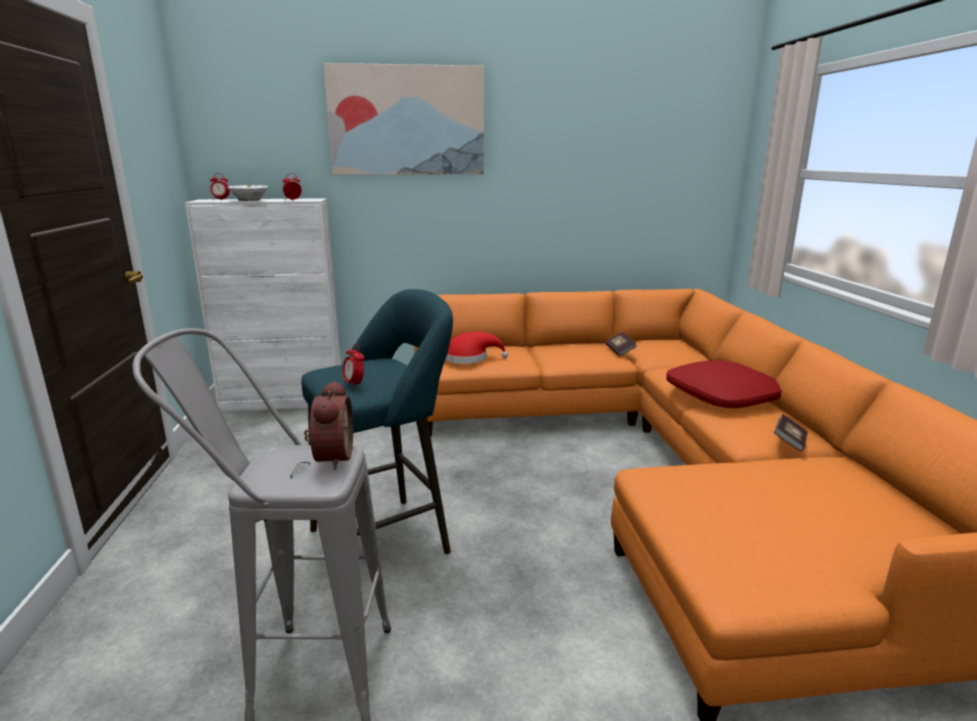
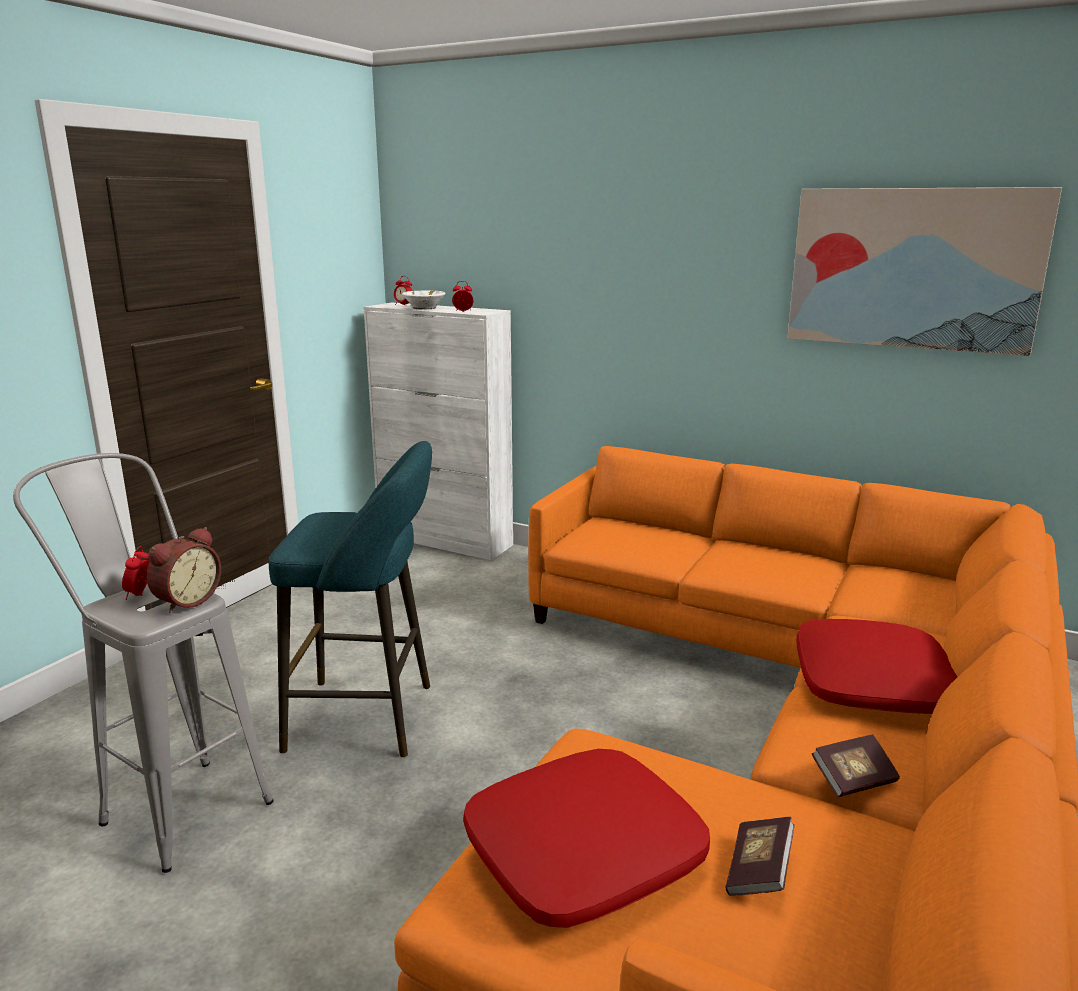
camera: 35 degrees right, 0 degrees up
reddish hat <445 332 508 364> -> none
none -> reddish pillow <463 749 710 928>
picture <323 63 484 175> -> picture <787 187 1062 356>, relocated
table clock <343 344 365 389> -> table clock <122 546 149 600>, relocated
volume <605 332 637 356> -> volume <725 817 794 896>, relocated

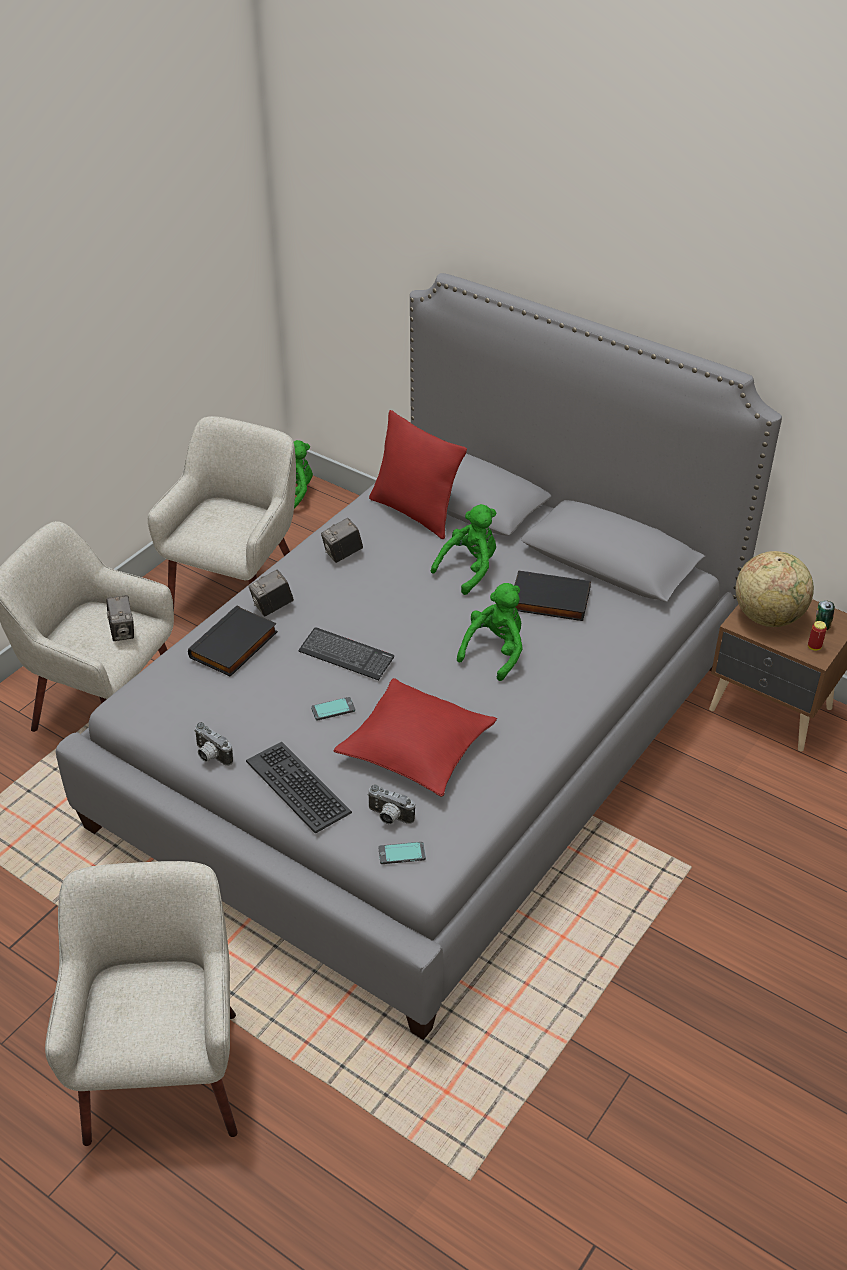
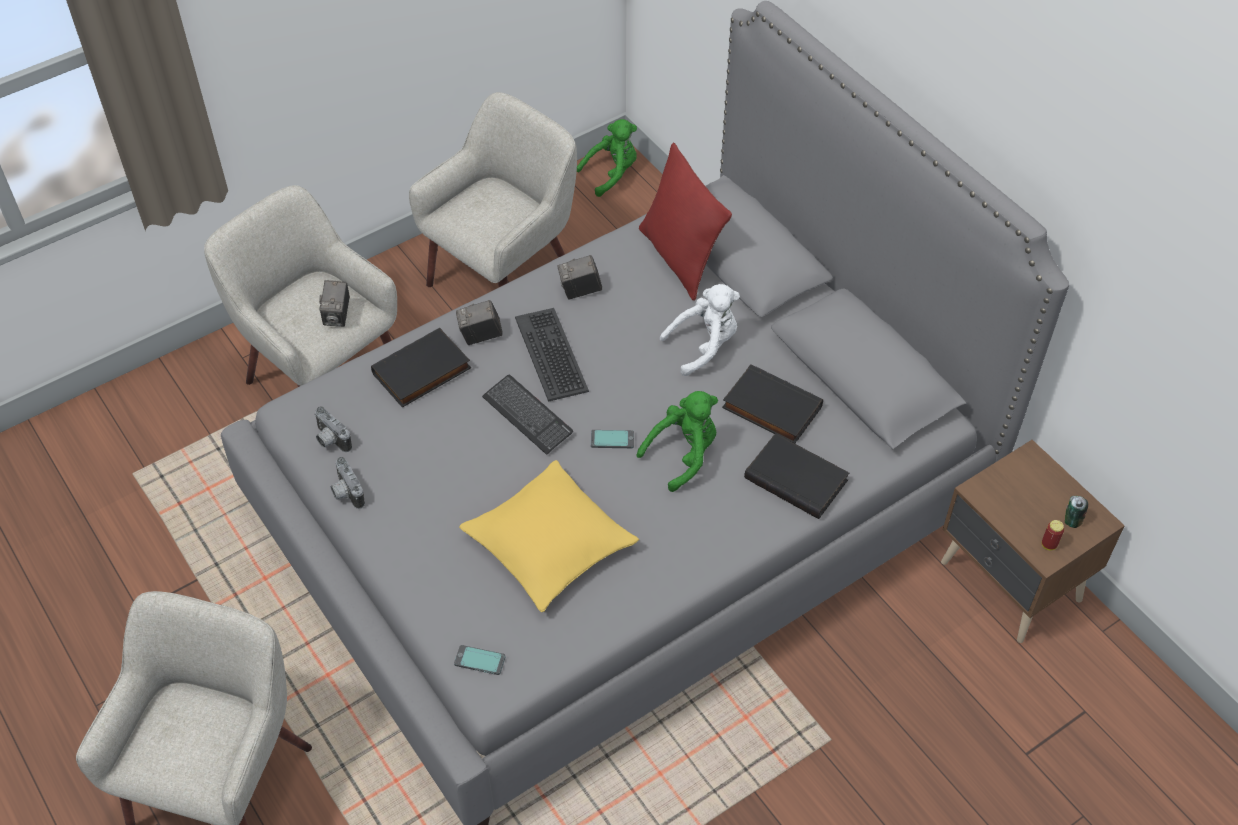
camera: 20 degrees right, 10 degrees up
world globe <736 551 814 627> -> none
none -> black-coloured volume <744 433 849 519>
computer keyboard <246 742 352 834> -> computer keyboard <515 308 589 402>, relocated
handset <311 697 355 721> -> handset <591 430 634 448>, relocated
still camera <367 784 415 824> -> still camera <314 406 352 452>, relocated
reddish pillow <334 678 497 797> -> yellow pillow <459 460 639 612>
greenish plush toy <431 504 496 595> -> white-coloured plush toy <660 284 740 376>

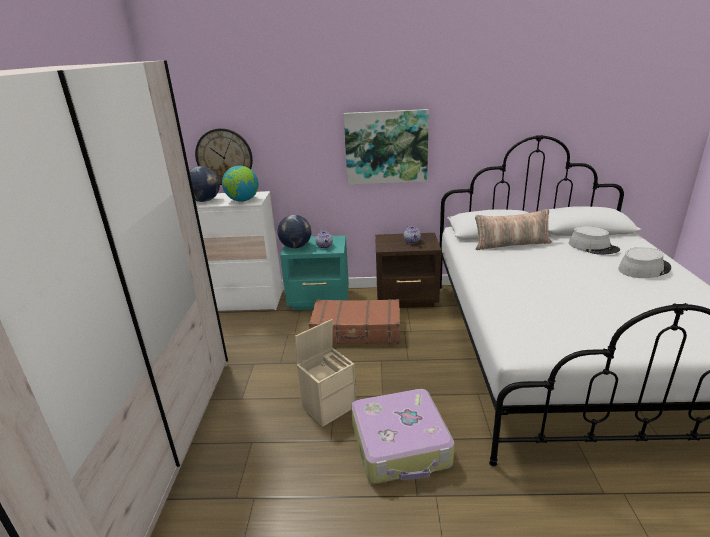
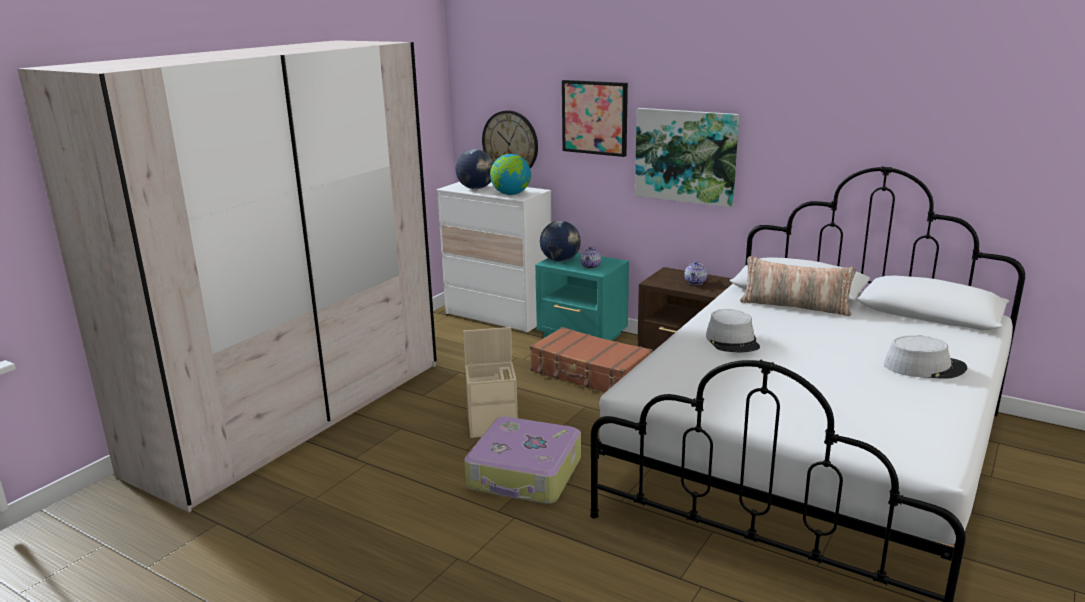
camera: 30 degrees right, 5 degrees down
none -> picture <562 80 628 157>
gray hat <569 226 620 255> -> gray hat <706 309 760 352>, relocated

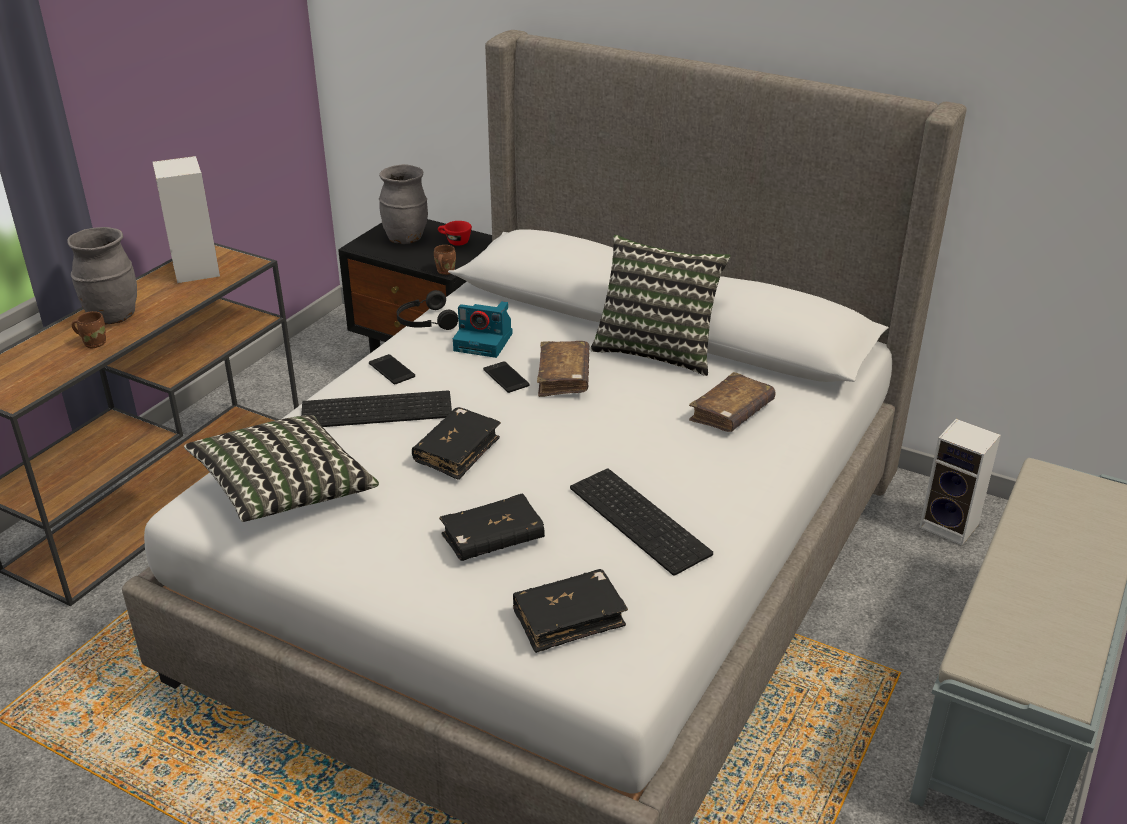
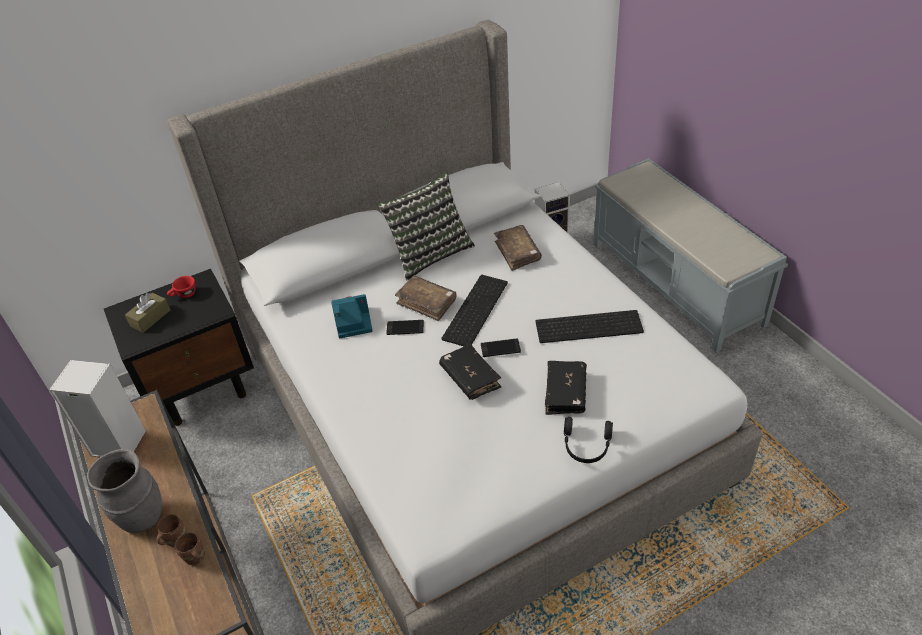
camera: 55 degrees left, 10 degrees up
pillow <184 415 379 522> -> none
black-coloured volume <513 569 628 653> -> none
computer keyboard <301 390 452 427> -> computer keyboard <441 275 508 346>, relocated
handset <369 354 415 384> -> handset <481 339 521 357>, relocated
black-coloured headphones <397 290 458 330> -> black-coloured headphones <564 417 613 463>, relocated
brownish mug <434 245 456 275> -> brownish mug <175 533 205 565>, relocated
gray decorative vase <379 164 428 244> -> brownish tissue holder <125 293 170 333>
still camera <453 301 513 358> -> still camera <331 294 373 338>, 150 degrees counterclockwise

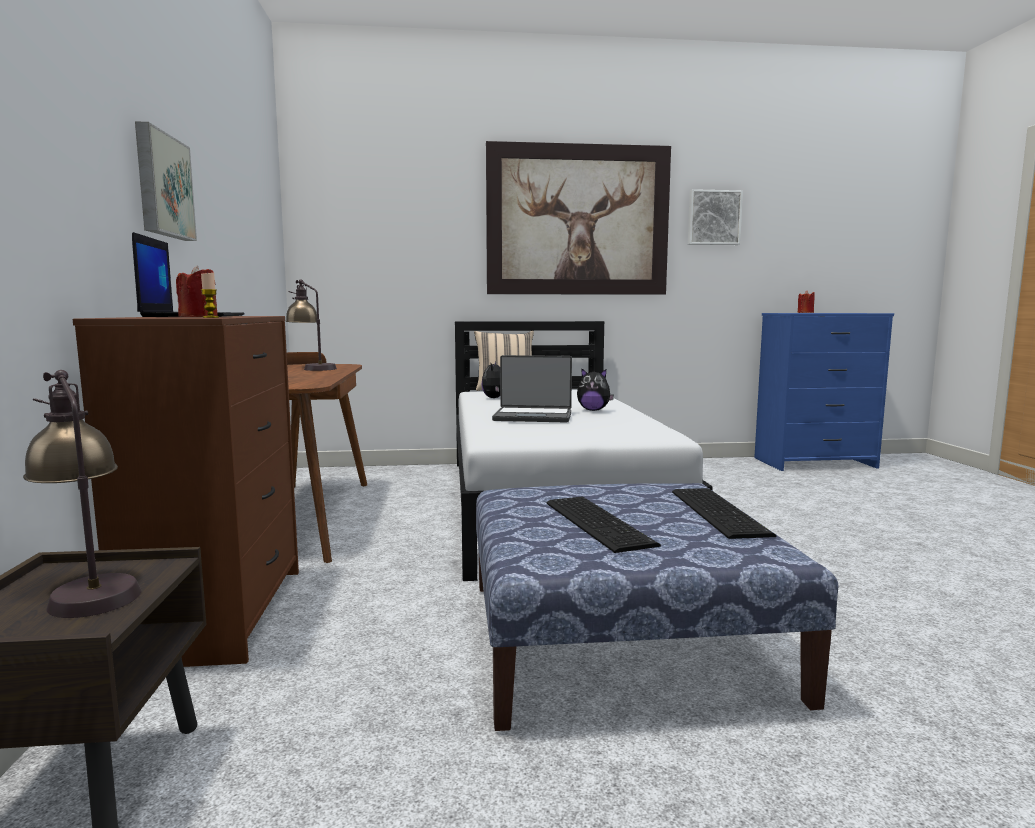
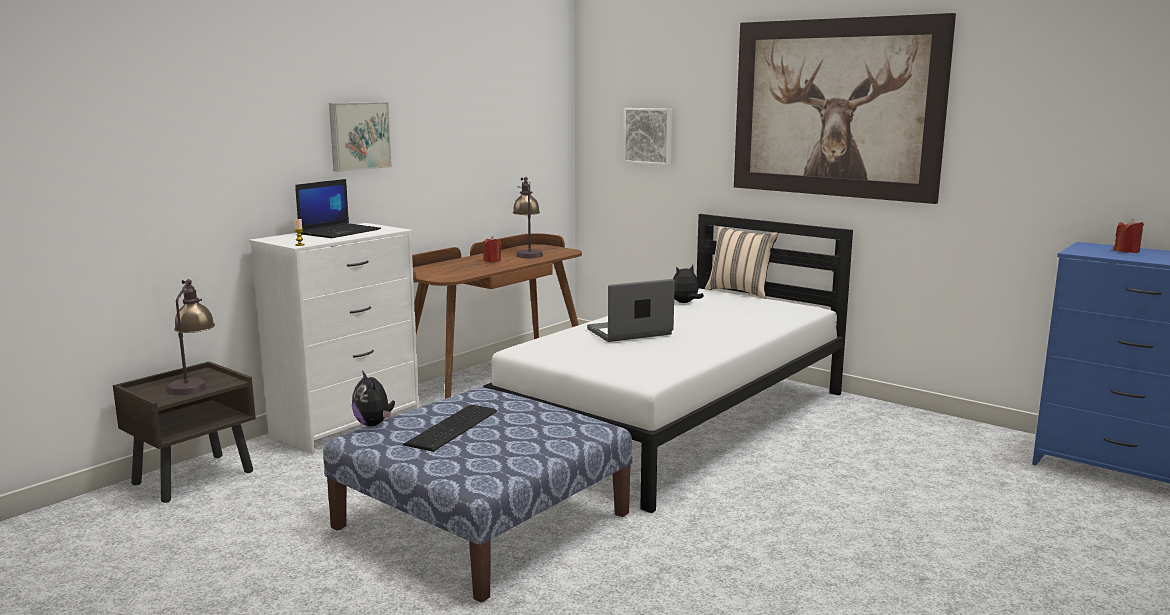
camera: 45 degrees right, 5 degrees up
computer keyboard <672 488 777 539> -> none
reddish wax light <176 266 218 317> -> reddish wax light <483 236 502 262>, relocated
plush toy <577 368 614 411> -> plush toy <352 370 395 426>, relocated
picture <688 189 743 245> -> picture <623 108 672 165>, relocated
brownish drawer chest <73 316 299 667> -> white-coloured drawer chest <249 223 419 454>
portable computer <492 355 572 423> -> portable computer <587 279 675 342>, 105 degrees clockwise

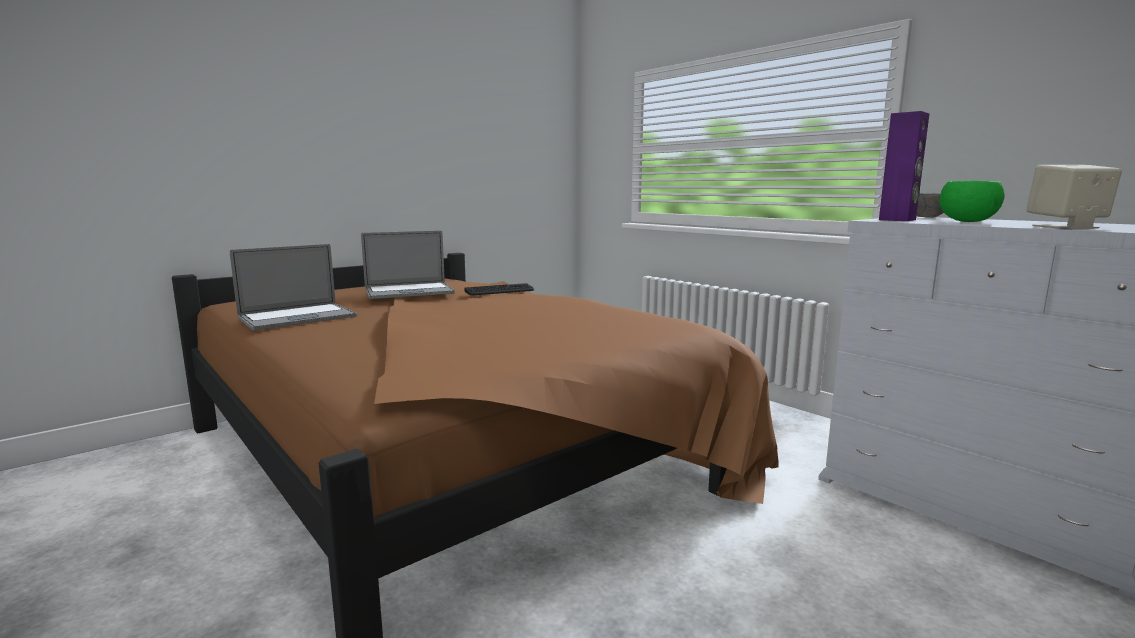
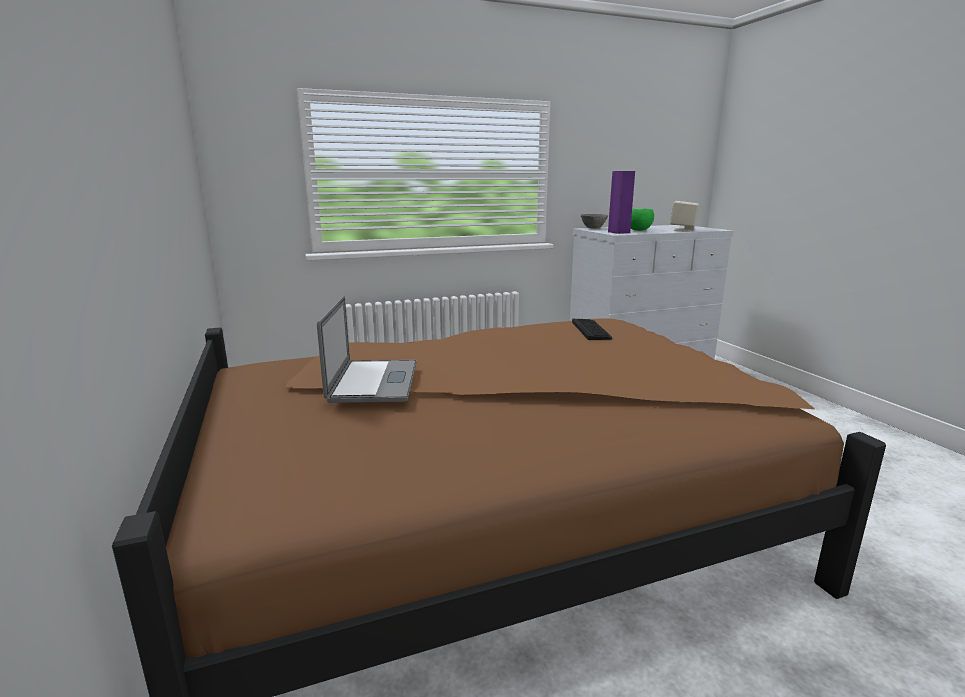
camera: 70 degrees left, 5 degrees up
portable computer <230 244 357 330> -> none
computer keyboard <465 283 534 295> -> computer keyboard <572 319 612 340>, relocated

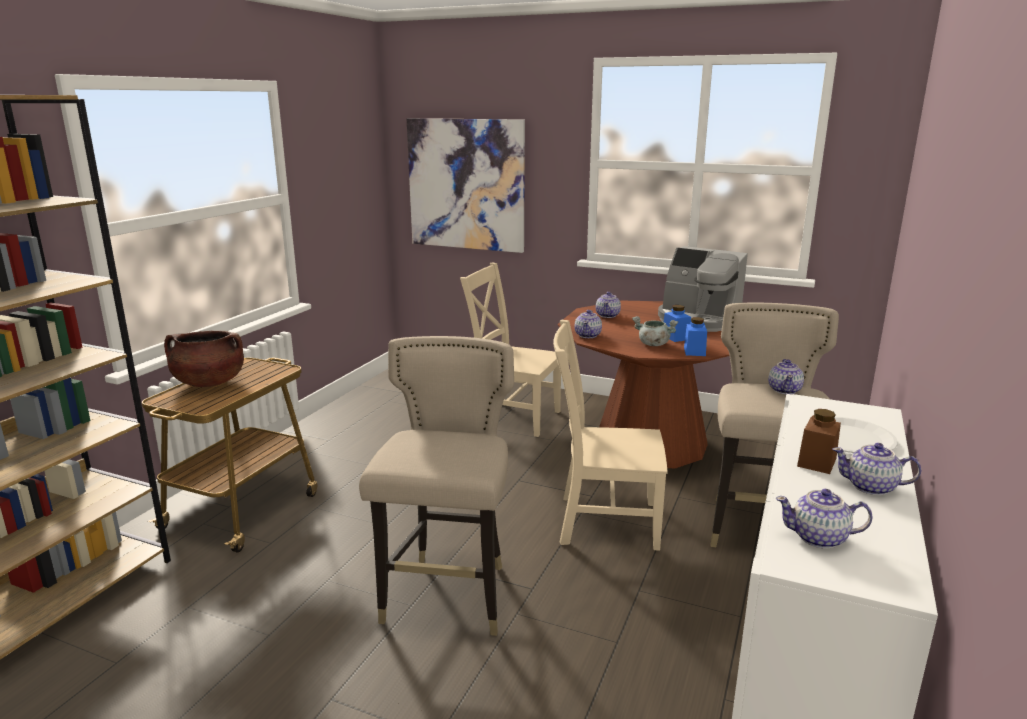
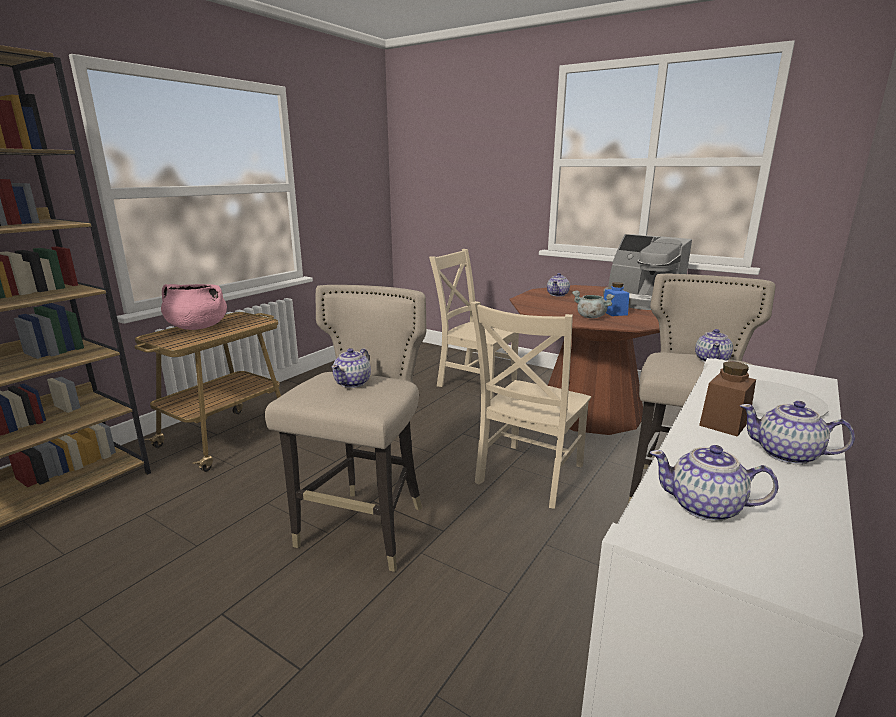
camera: 10 degrees right, 0 degrees up
picture <407 118 525 253> -> none
bluish storage jar <684 317 707 356> -> none
pot for tea <574 310 602 338> -> pot for tea <331 348 371 388>, relocated
brownish saucepot <164 331 244 387> -> pink saucepot <161 284 227 330>
beige plain chair <553 320 667 551> -> beige plain chair <470 301 591 509>, 75 degrees counterclockwise

